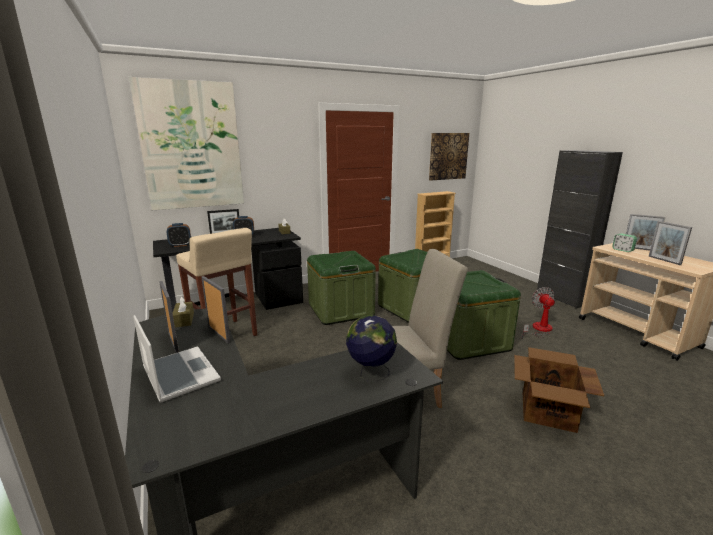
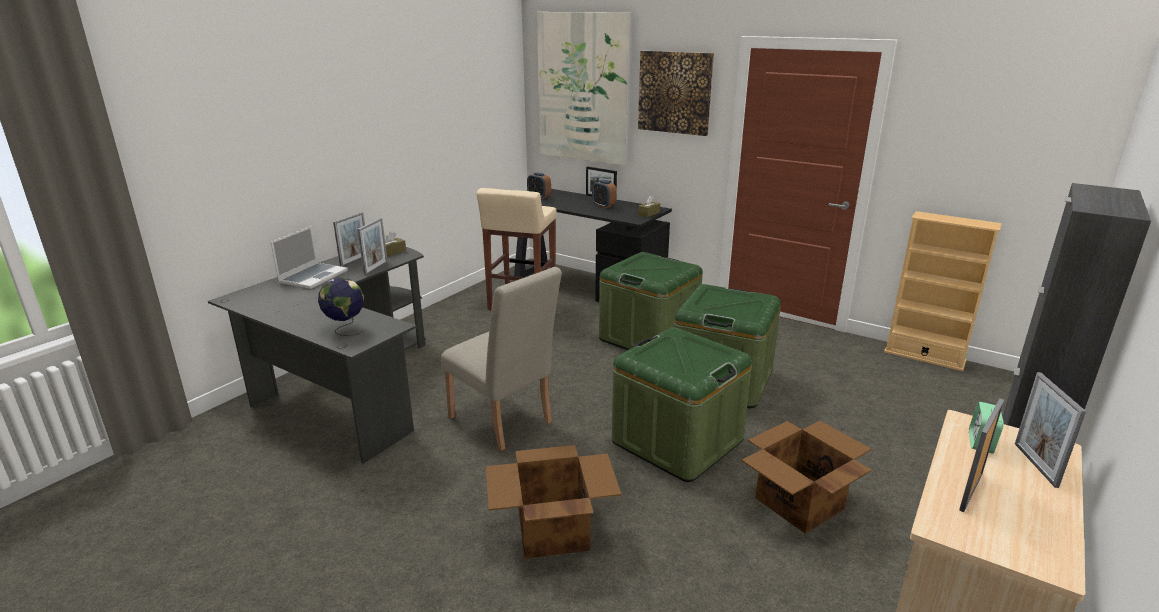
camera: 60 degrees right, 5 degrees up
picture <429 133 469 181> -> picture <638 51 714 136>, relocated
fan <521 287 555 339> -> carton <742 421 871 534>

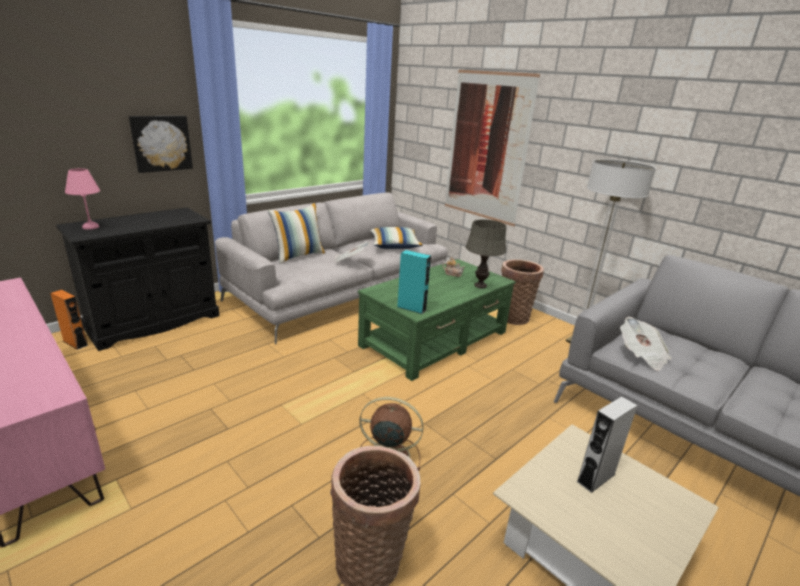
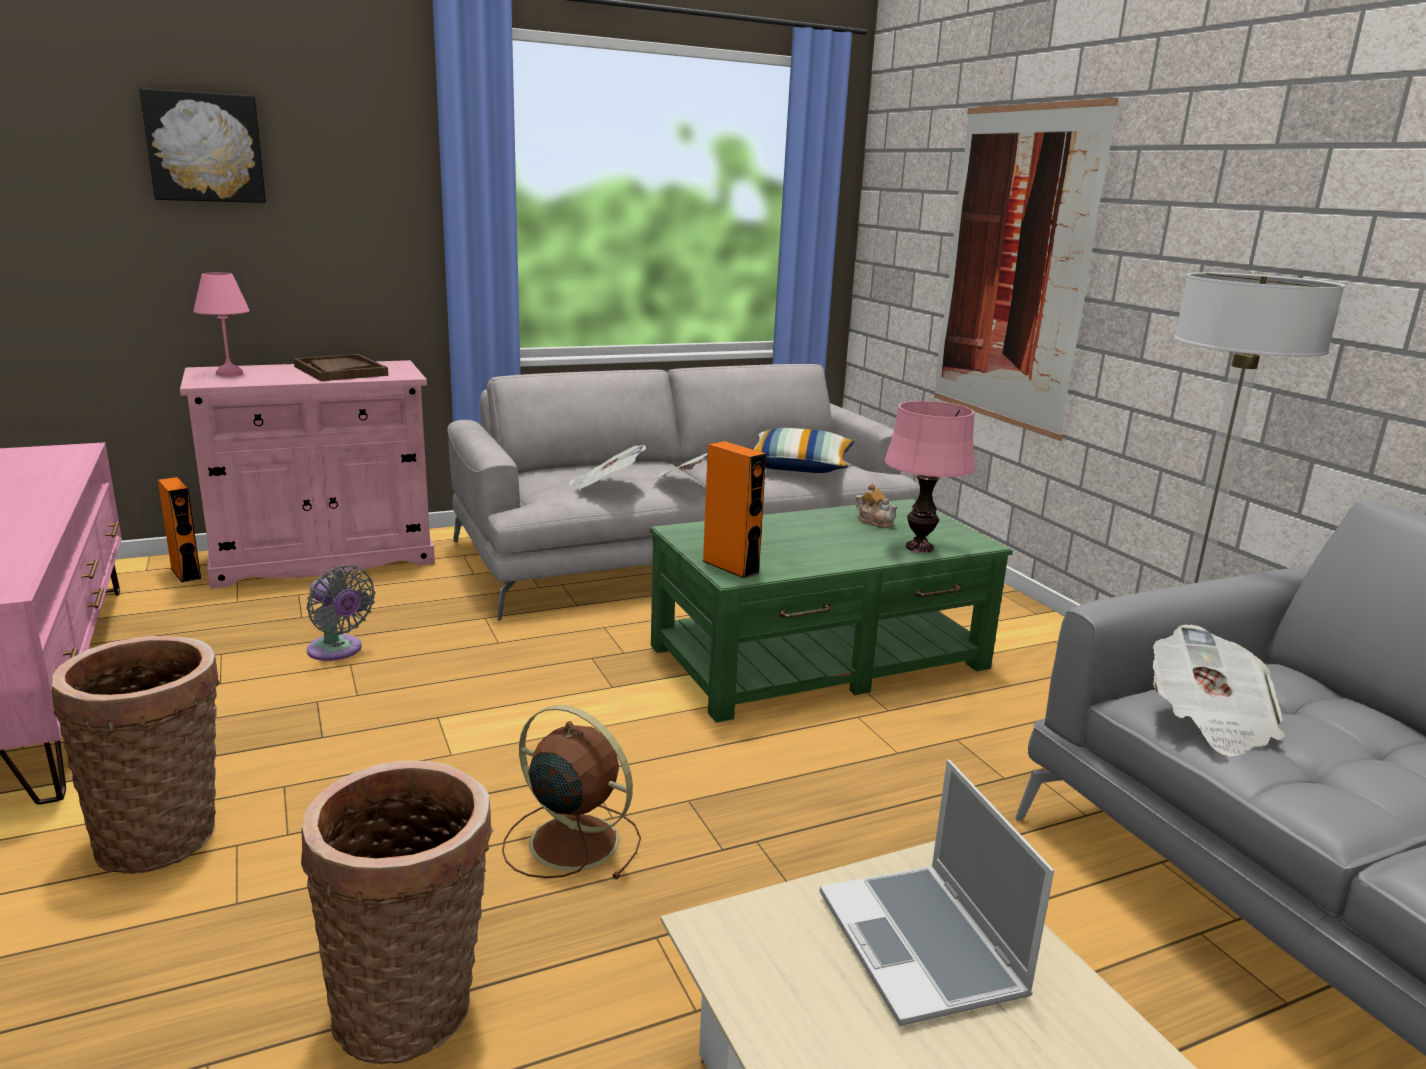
camera: 20 degrees right, 5 degrees down
pillow <268 203 325 264> -> none
none -> brownish serving tray <294 354 388 381>
none -> gray fan <307 565 375 661>
none -> printed paper <569 445 646 491>
picture <129 116 193 173> -> picture <139 88 266 203>, relocated
basket <501 259 544 325> -> basket <52 636 220 874>, relocated
gray speaker <576 396 638 493> -> portable computer <820 760 1054 1026>
black-coloured storage cabinet <56 207 220 351> -> pink storage cabinet <180 360 435 589>
blue-green speaker <397 250 431 314> -> orange speaker <703 441 766 578>
gray table lamp <466 220 507 288> -> pink table lamp <885 401 975 553>

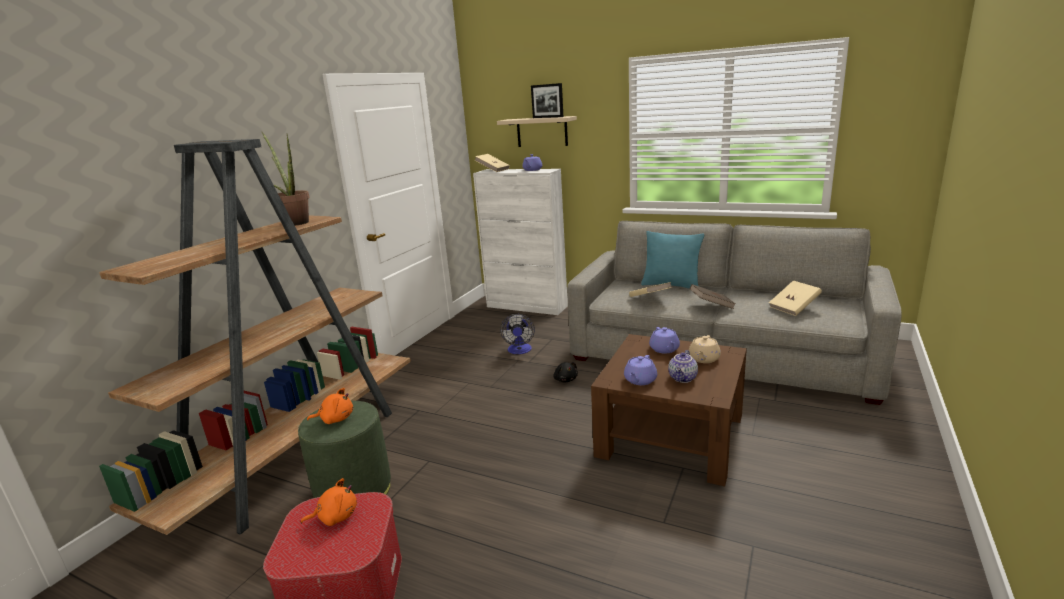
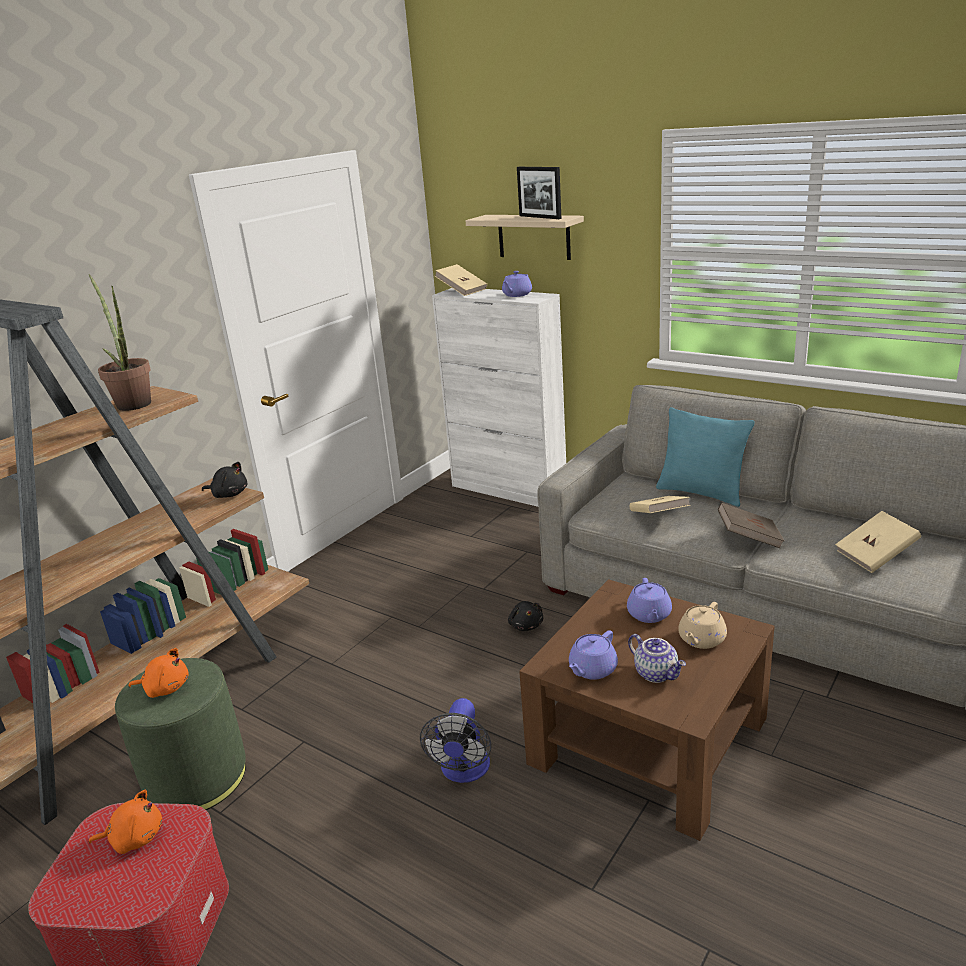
camera: 10 degrees right, 5 degrees up
none -> black-coloured plush toy <202 462 247 498>
fan <500 314 535 354> -> fan <420 698 491 783>, relocated
pot for tea <668 350 698 383> -> pot for tea <628 634 686 683>, 75 degrees counterclockwise

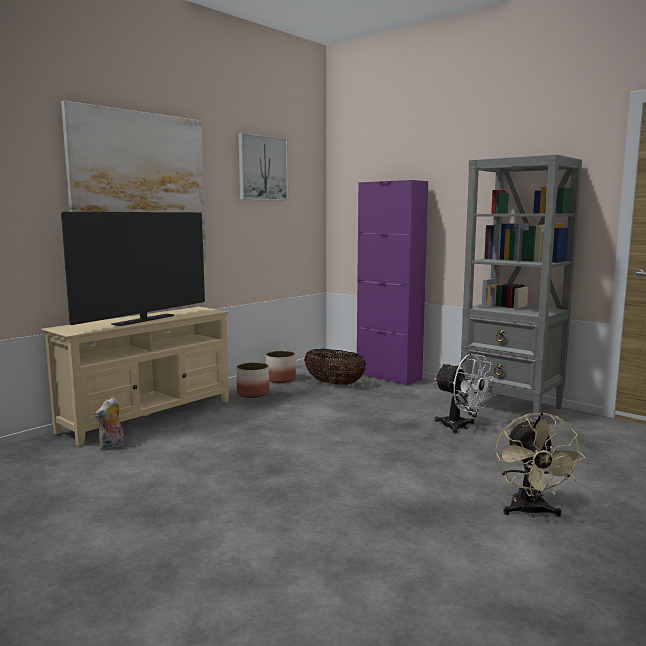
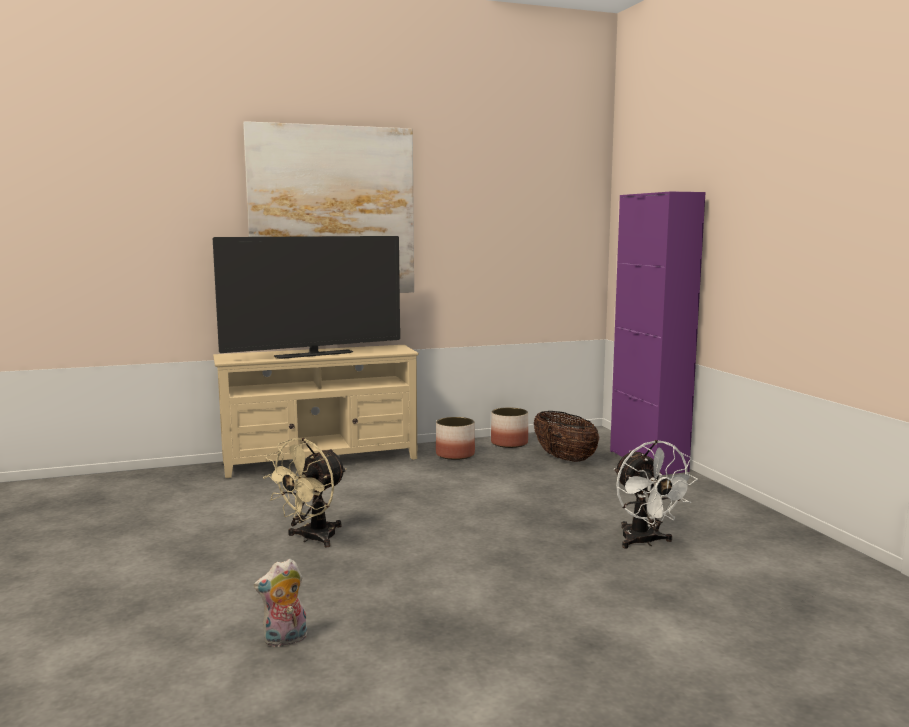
camera: 30 degrees right, 0 degrees up
picture <239 133 289 201> -> none
gray bookshelf <460 155 582 422> -> none
plush toy <95 397 124 450> -> plush toy <254 559 307 648>, relocated
beige fan <496 412 585 517> -> beige fan <263 438 347 547>, relocated

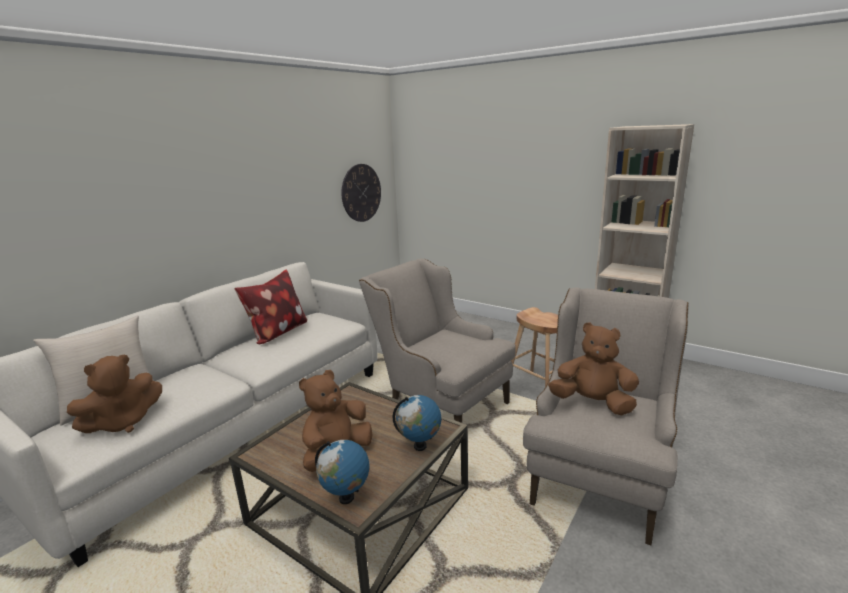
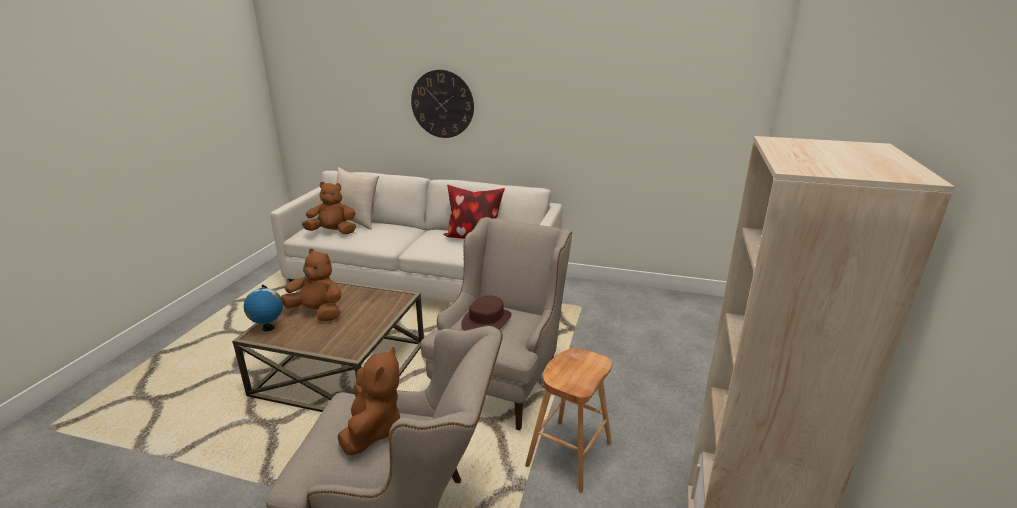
camera: 70 degrees right, 5 degrees up
world globe <393 395 441 451> -> none
none -> brownish hat <461 295 512 331>
hanging clock <341 164 381 222> -> hanging clock <411 70 474 138>, relocated
brownish plush toy <67 355 162 433> -> brownish plush toy <302 182 356 234>, 150 degrees clockwise

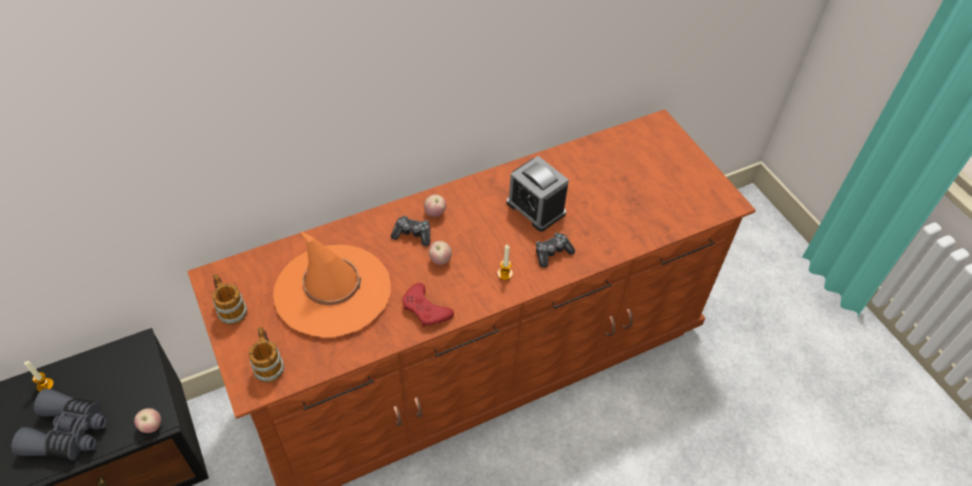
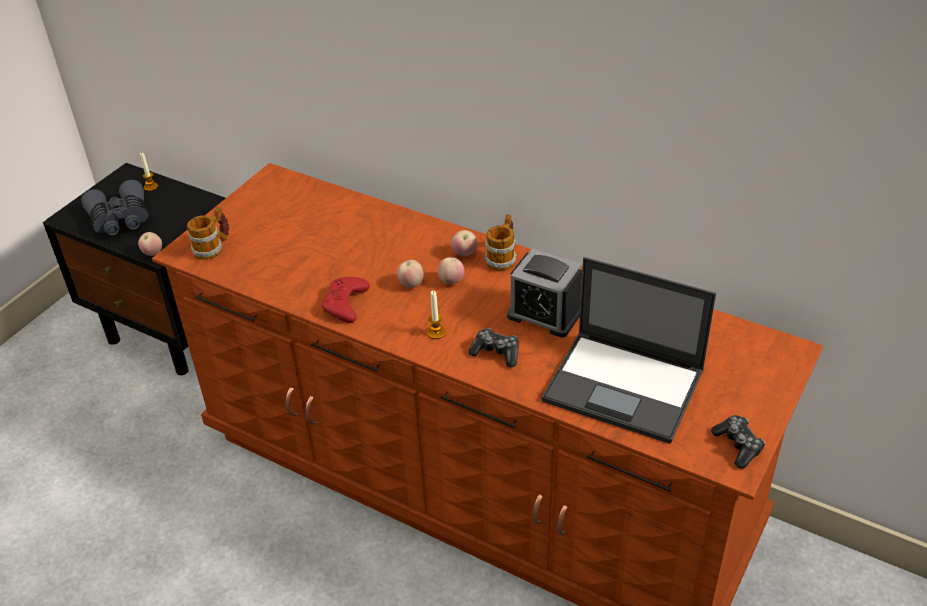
camera: 60 degrees right, 10 degrees down
orange hat <273 231 391 338> -> none
none -> apple fruit <438 257 464 284>
none -> portable computer <541 257 716 444>
mug <212 274 248 325> -> mug <484 214 517 271>, relocated
game controller <391 216 430 246> -> game controller <711 415 765 469>, relocated
table clock <507 156 569 232> -> table clock <507 248 582 338>, 75 degrees counterclockwise

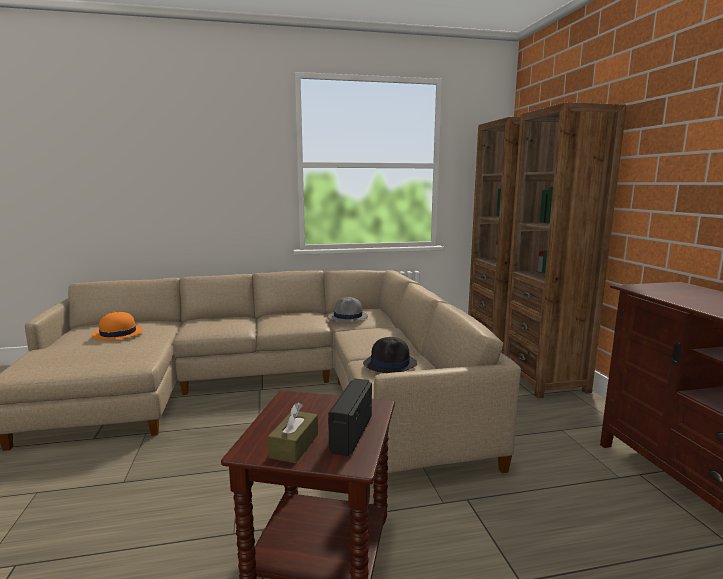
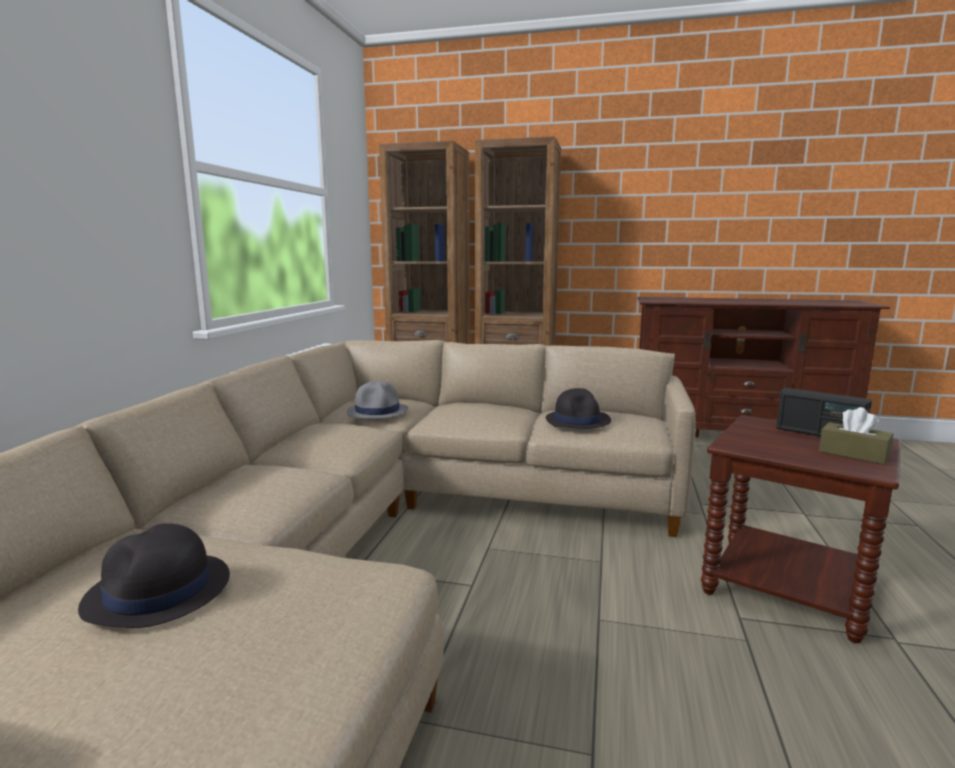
camera: 65 degrees left, 0 degrees up
orange hat <92 312 143 340> -> black-coloured hat <78 523 230 628>

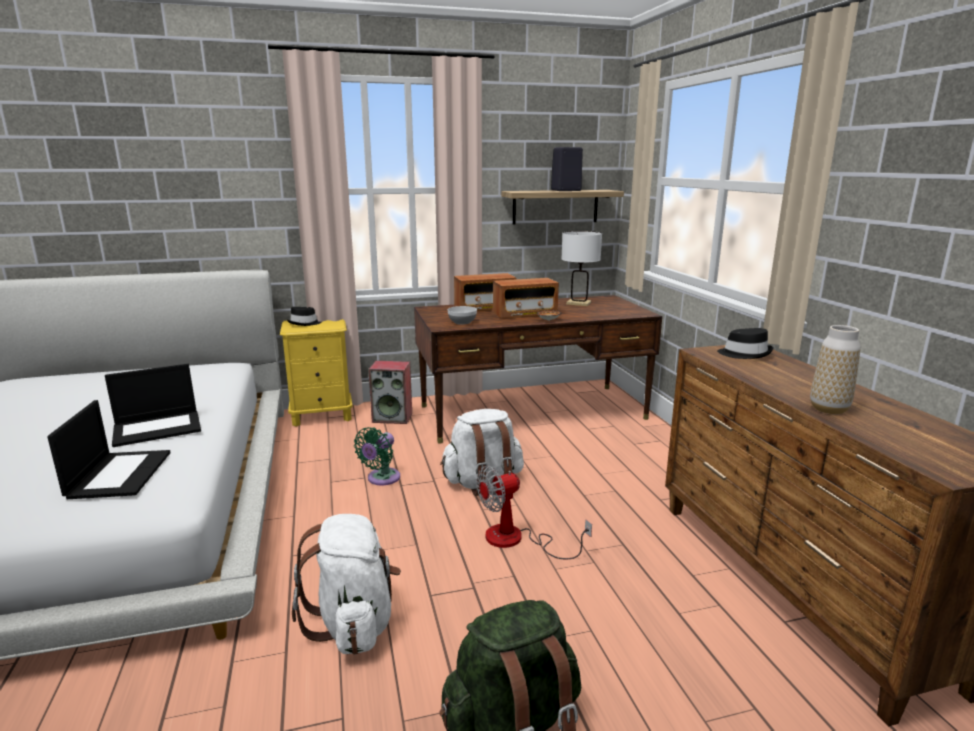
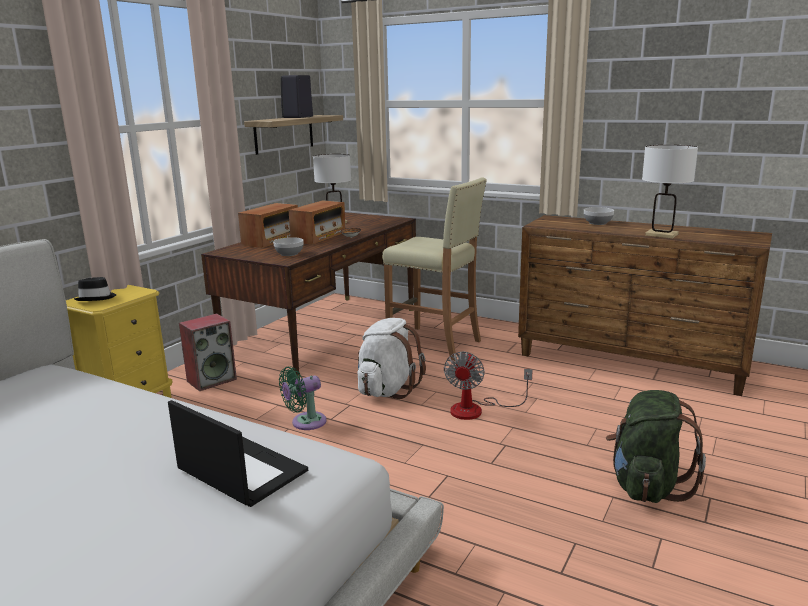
camera: 45 degrees left, 0 degrees up
portable computer <105 364 201 447> -> none
white-coloured rucksack <292 514 401 655> -> none
black-coloured hat <717 328 774 359> -> none
none -> beige sitting stool <382 178 487 361>
none -> deep dish <584 207 614 225>
decorative vase <810 325 860 414> -> white-coloured table lamp <642 145 698 238>
greenish fan <354 427 400 485> -> greenish fan <279 366 326 430>, 75 degrees clockwise

